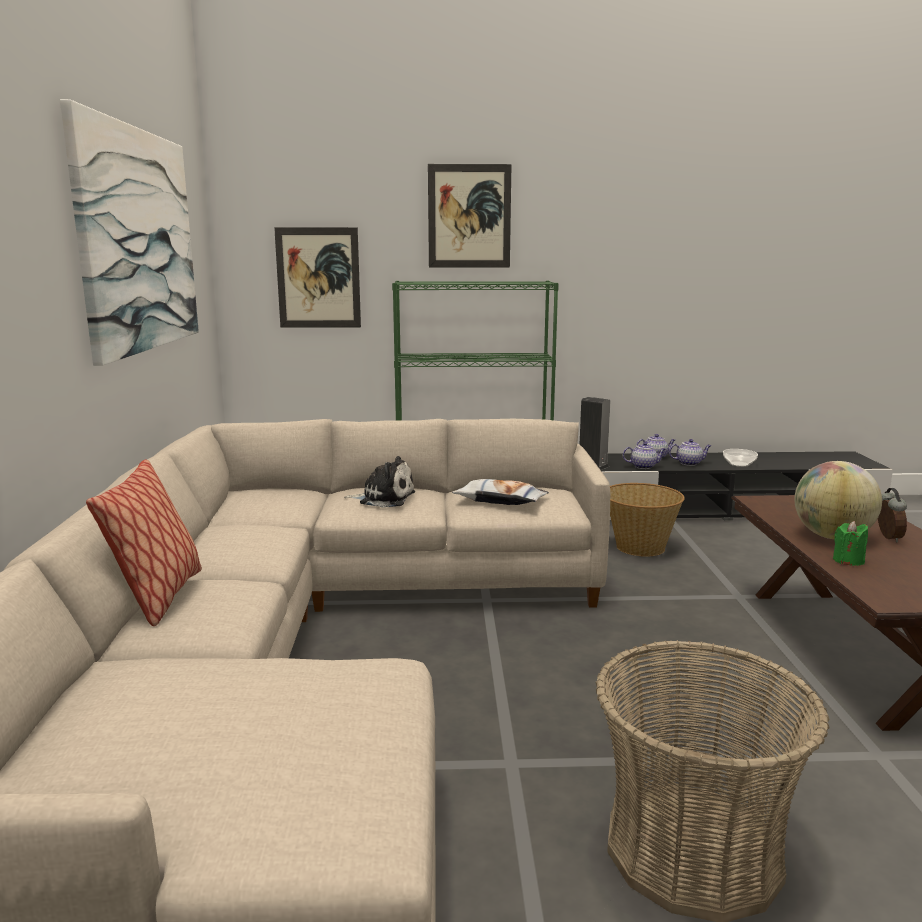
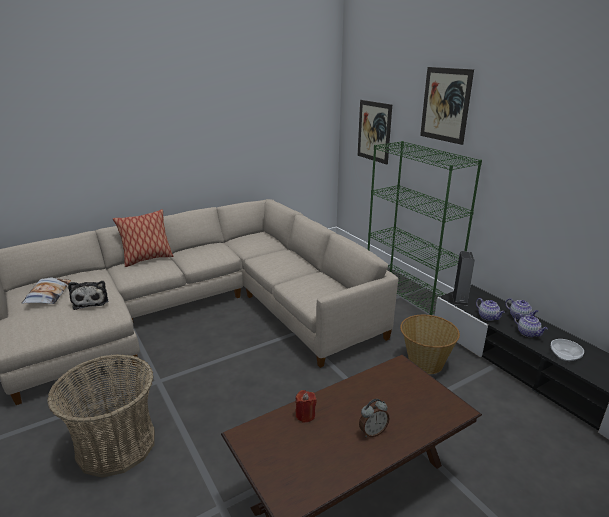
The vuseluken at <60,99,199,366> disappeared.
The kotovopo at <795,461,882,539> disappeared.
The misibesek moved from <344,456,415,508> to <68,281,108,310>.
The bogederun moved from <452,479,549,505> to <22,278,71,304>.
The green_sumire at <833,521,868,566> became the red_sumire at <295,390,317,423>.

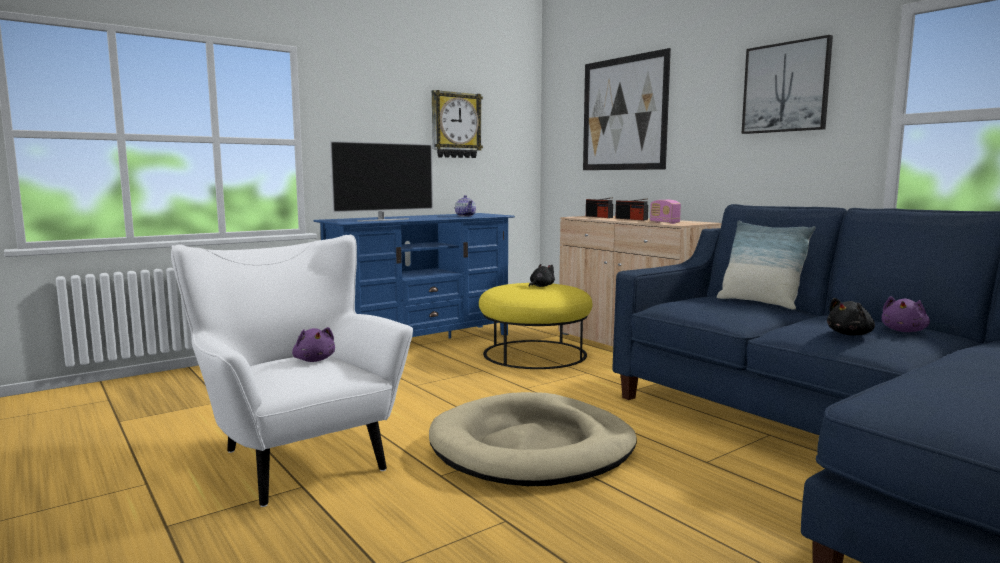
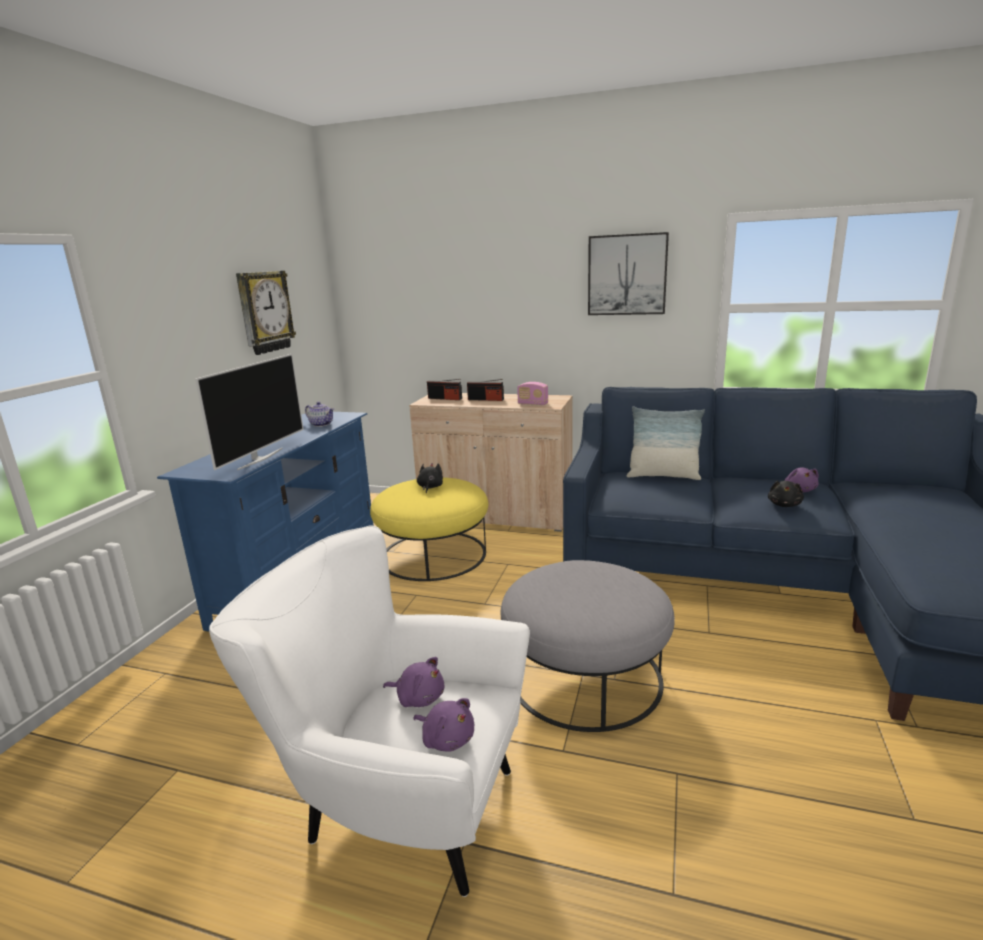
The vuseluken at <583,48,671,170> disappeared.
The purple_misibesek at <413,698,474,752> appeared.
The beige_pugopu at <429,392,637,486> was replaced by the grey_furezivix at <500,560,675,732>.

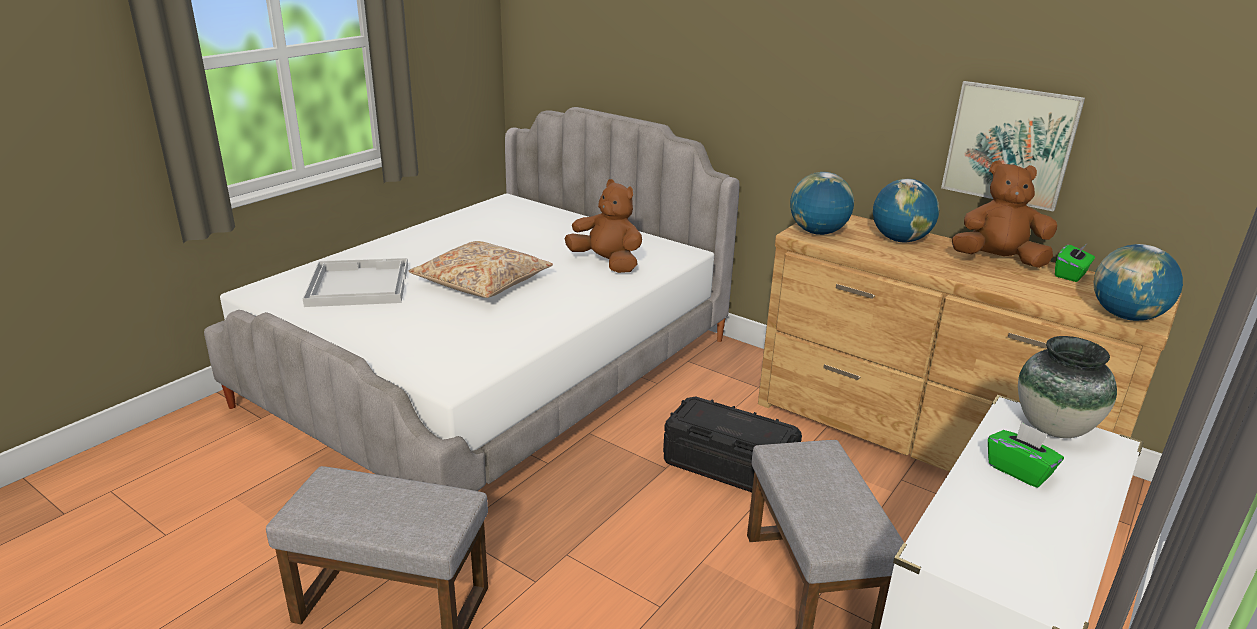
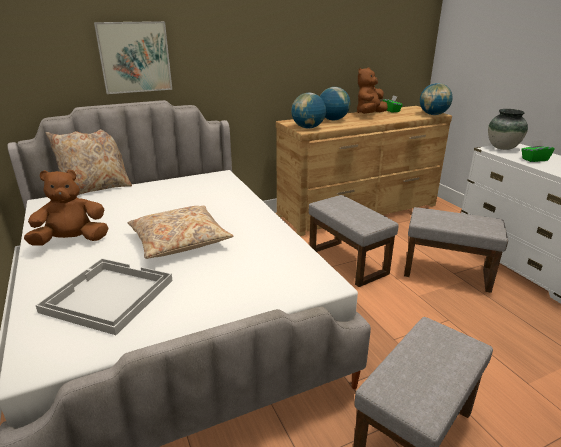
The beige_bogederun at <46,129,132,195> appeared.
The brown_misibesek moved from <565,179,642,273> to <24,169,109,246>.
The vuseluken moved from <941,81,1085,212> to <94,21,172,94>.
The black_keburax at <663,397,802,492> was replaced by the grey_furezivix at <309,195,399,287>.

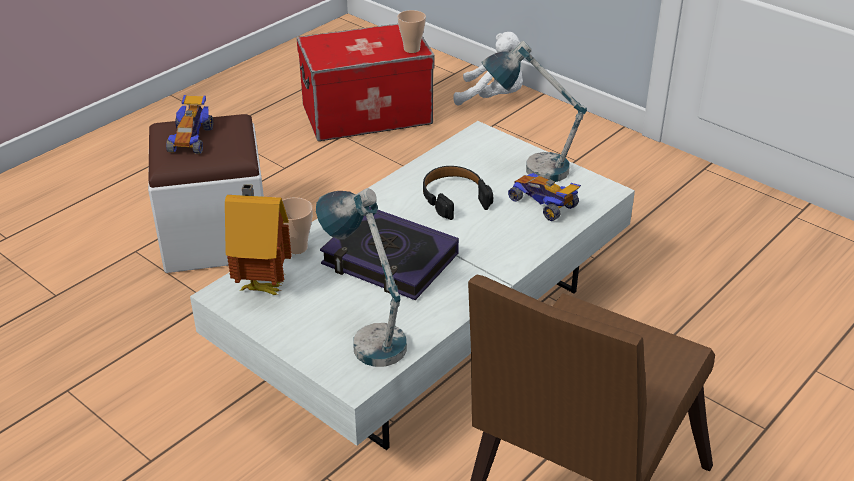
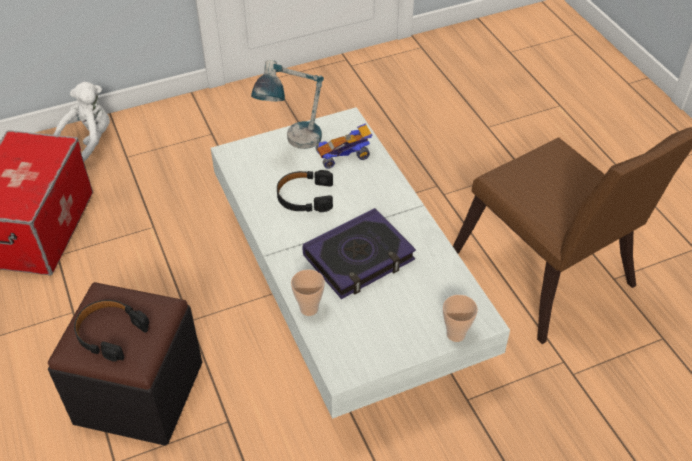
The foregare at <225,184,292,295> disappeared.
The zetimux at <316,188,407,367> disappeared.
The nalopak moved from <397,10,426,53> to <443,295,478,342>.
The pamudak at <166,95,213,154> was replaced by the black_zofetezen at <74,300,149,362>.
The white_furezivix at <148,114,264,273> became the black_furezivix at <47,282,203,446>.

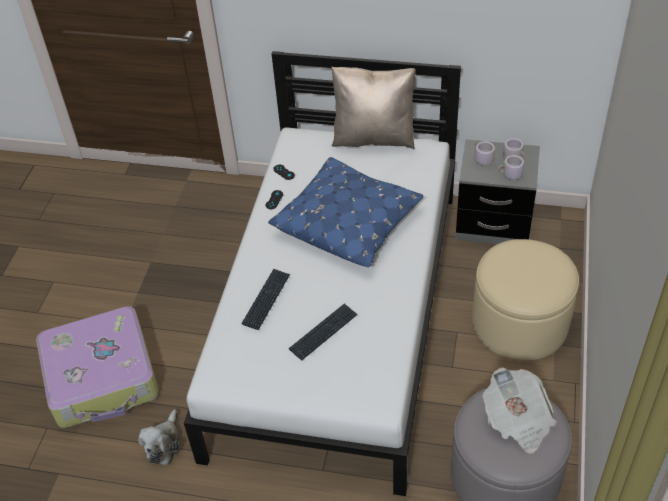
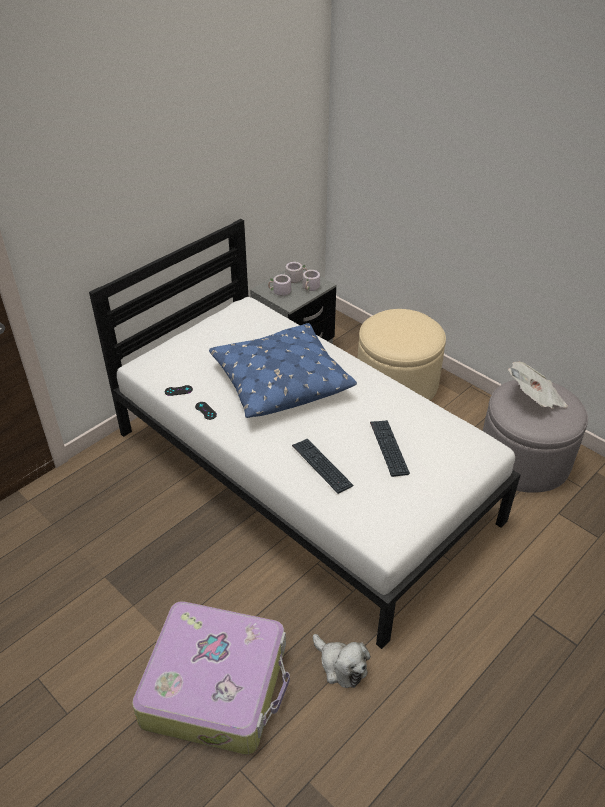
The beige_bogederun at <331,67,416,149> disappeared.

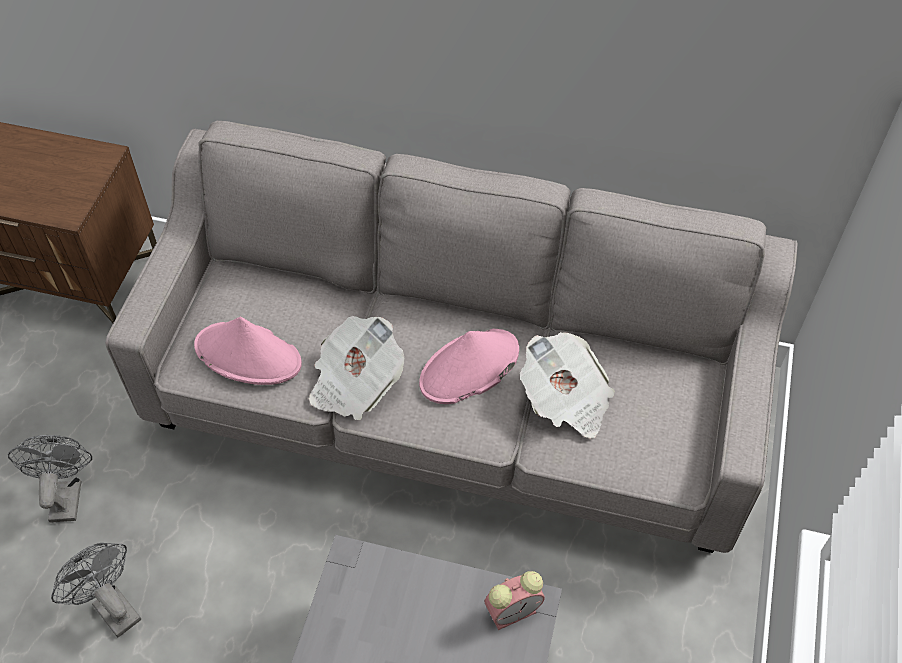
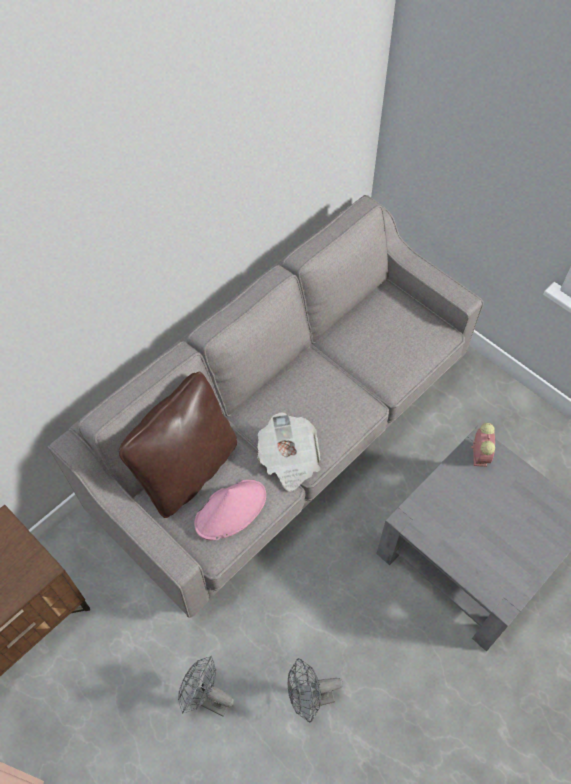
The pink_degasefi at <419,329,519,404> disappeared.
The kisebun at <520,332,615,439> disappeared.
The brown_bogederun at <119,372,237,518> appeared.

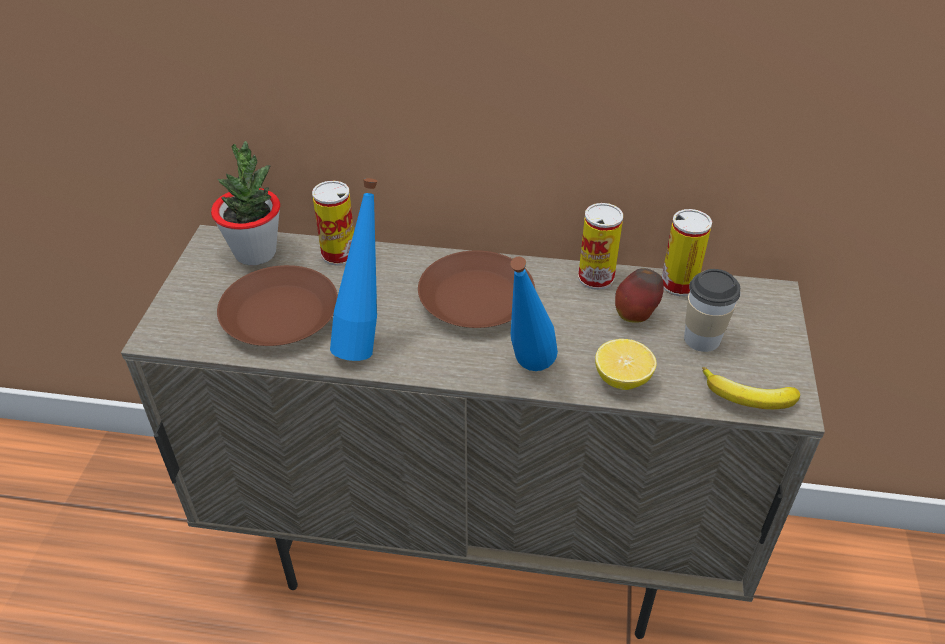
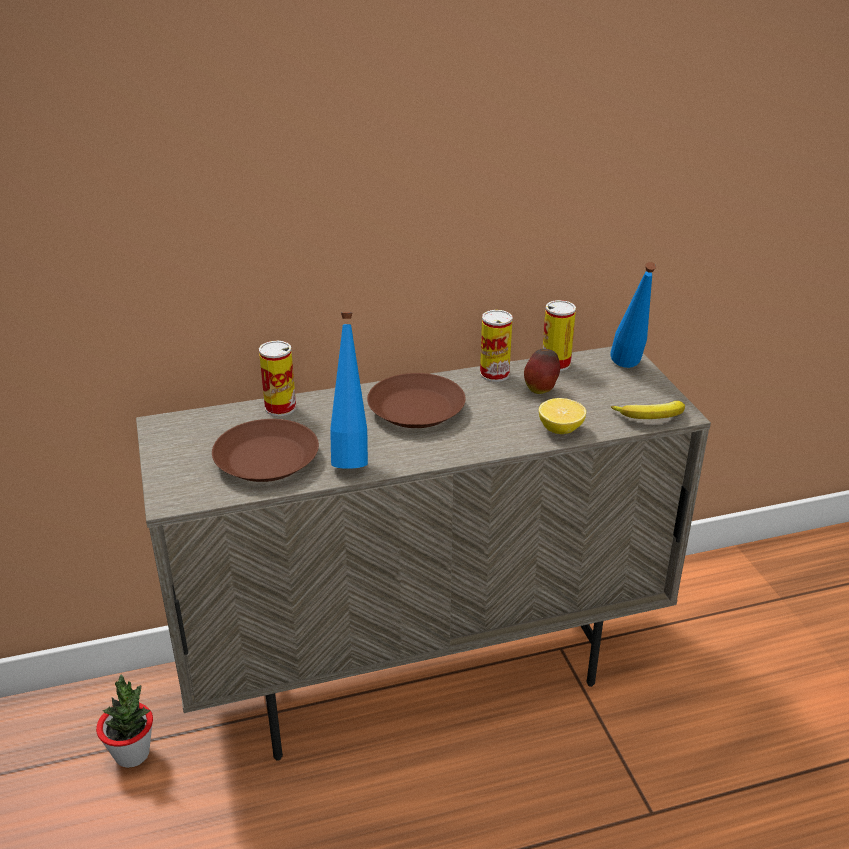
The nalopak at <684,269,740,352> disappeared.
The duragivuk moved from <211,141,280,266> to <96,675,153,768>.
The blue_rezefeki moved from <510,257,558,371> to <610,262,656,368>.

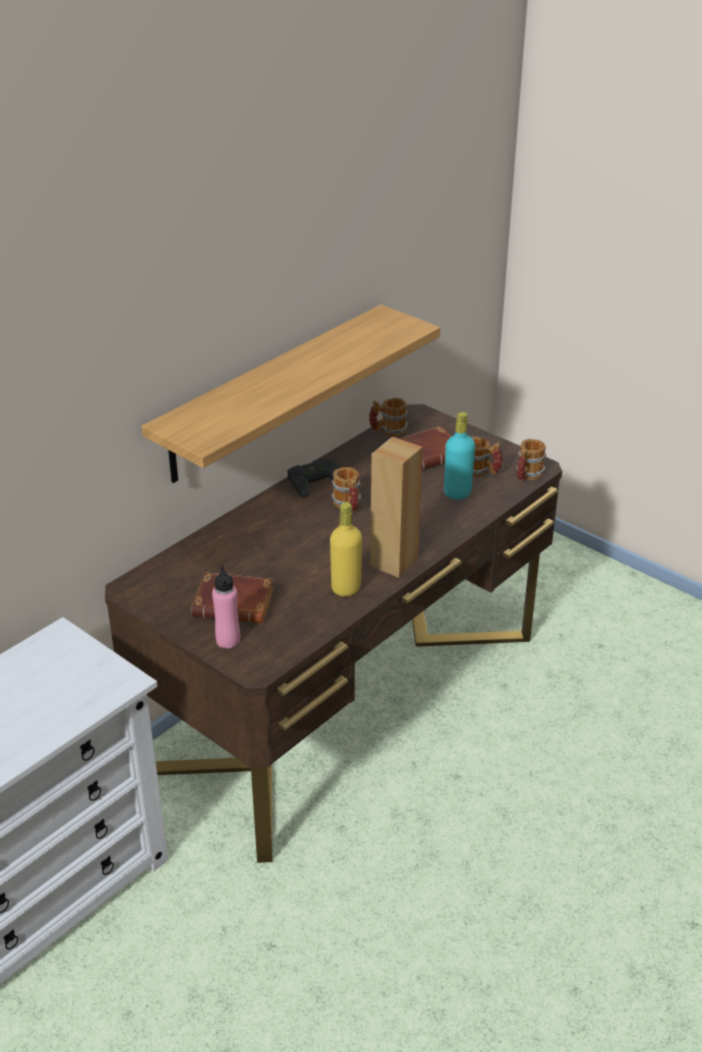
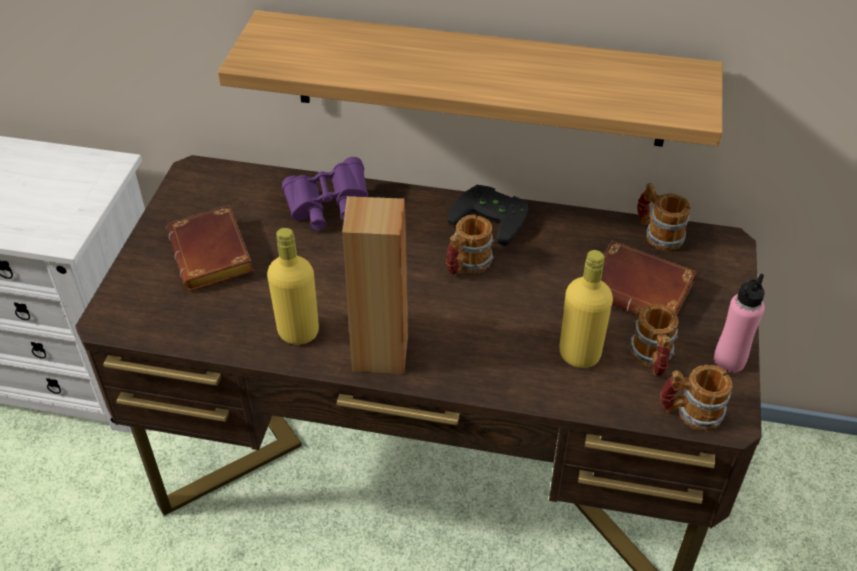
The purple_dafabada at <282,157,368,230> appeared.
The pink_rezefeki moved from <212,565,240,648> to <714,274,765,373>.
The turquoise_rezefeki at <444,412,475,500> became the yellow_rezefeki at <559,250,613,368>.

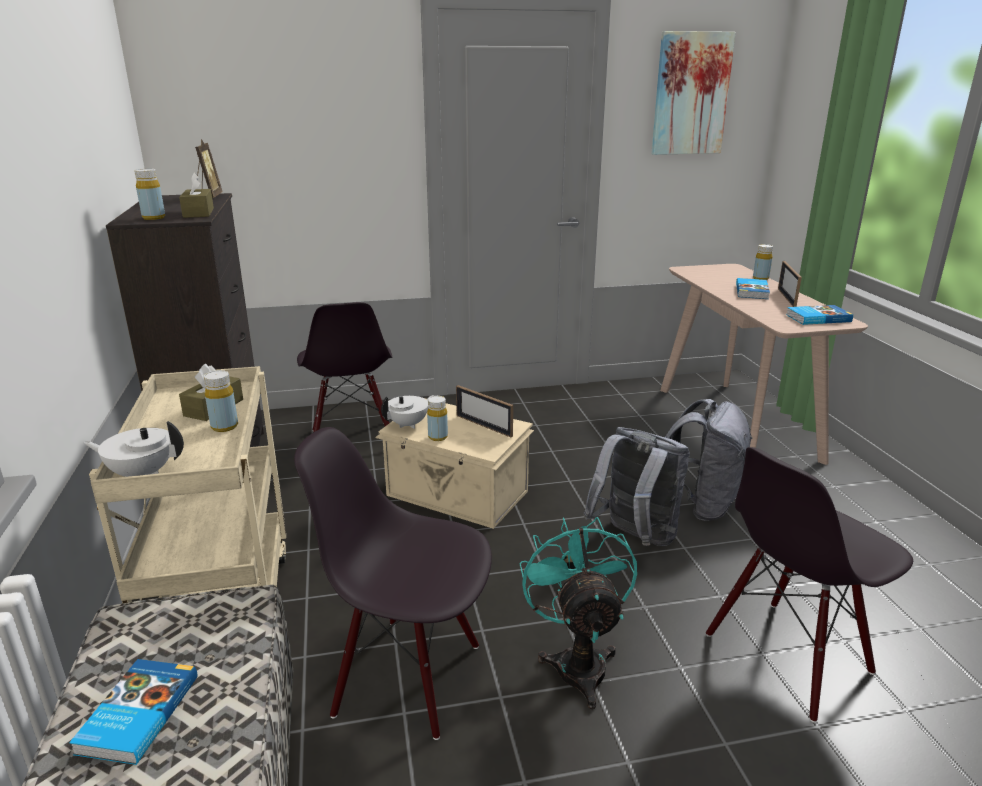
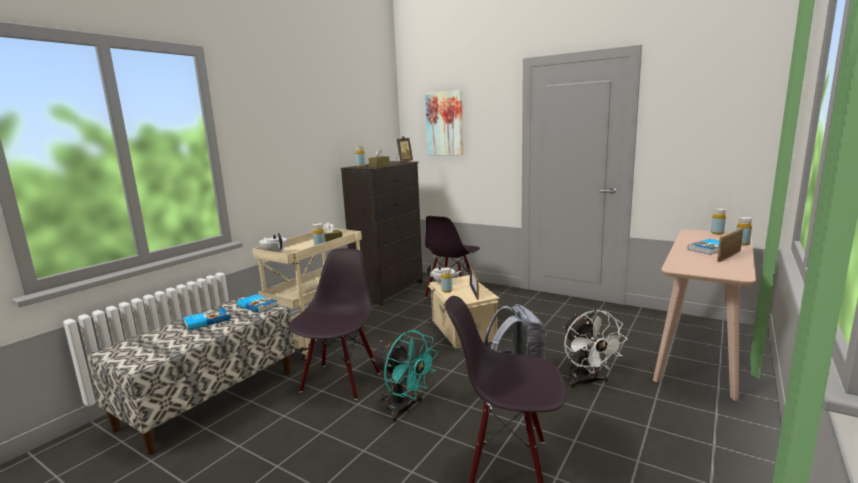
The yellow_rezefeki at <711,208,726,234> appeared.
The vuseluken moved from <651,31,736,155> to <425,90,463,155>.
The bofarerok moved from <786,305,853,325> to <237,294,278,313>.
The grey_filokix at <665,399,753,521> was replaced by the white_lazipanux at <563,310,628,388>.
The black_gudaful at <294,427,492,740> turned 45 degrees clockwise.
The turquoise_lazipanux at <519,517,637,709> turned 90 degrees clockwise.

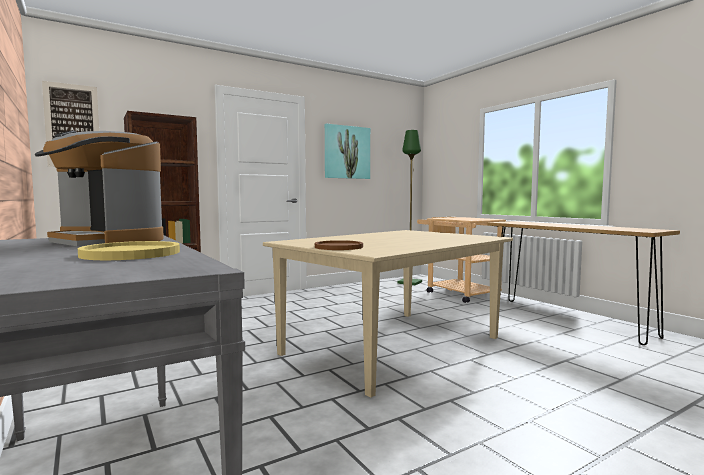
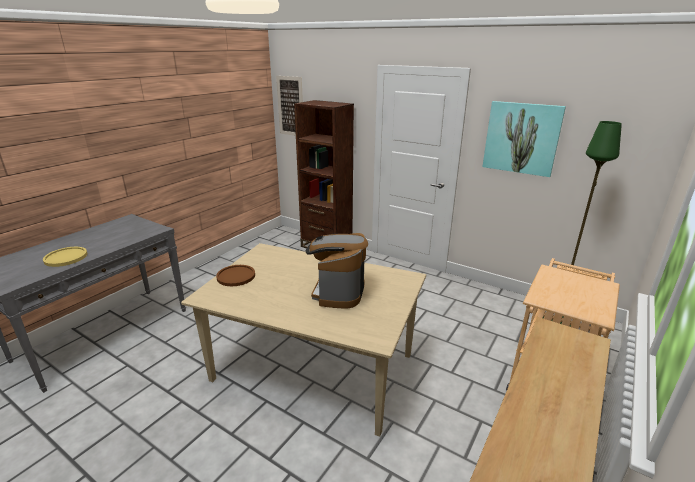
The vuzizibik moved from <35,130,164,246> to <306,233,368,309>.

